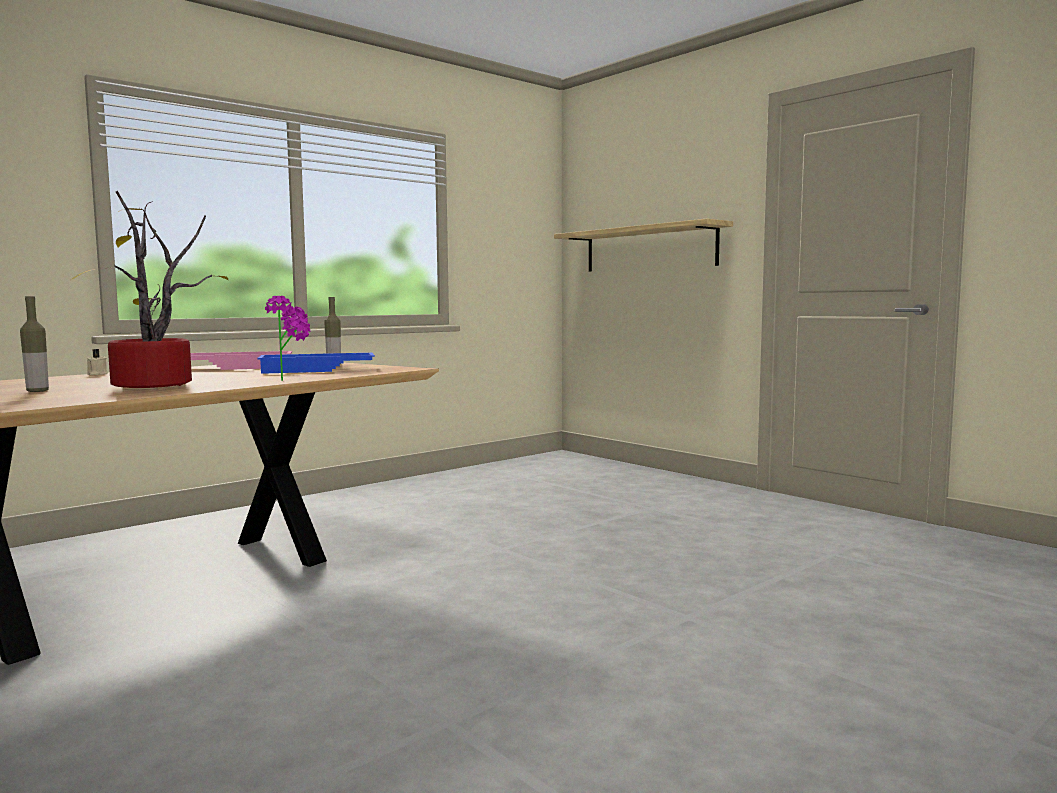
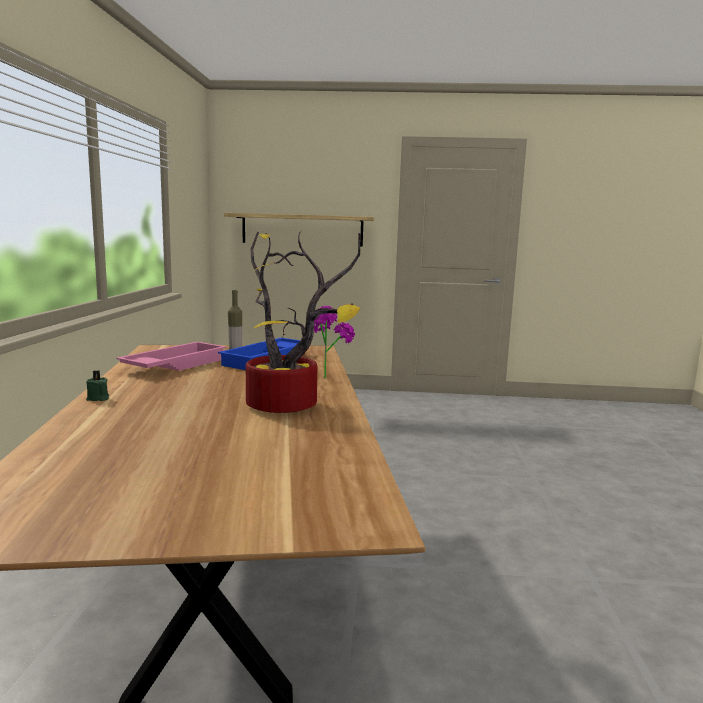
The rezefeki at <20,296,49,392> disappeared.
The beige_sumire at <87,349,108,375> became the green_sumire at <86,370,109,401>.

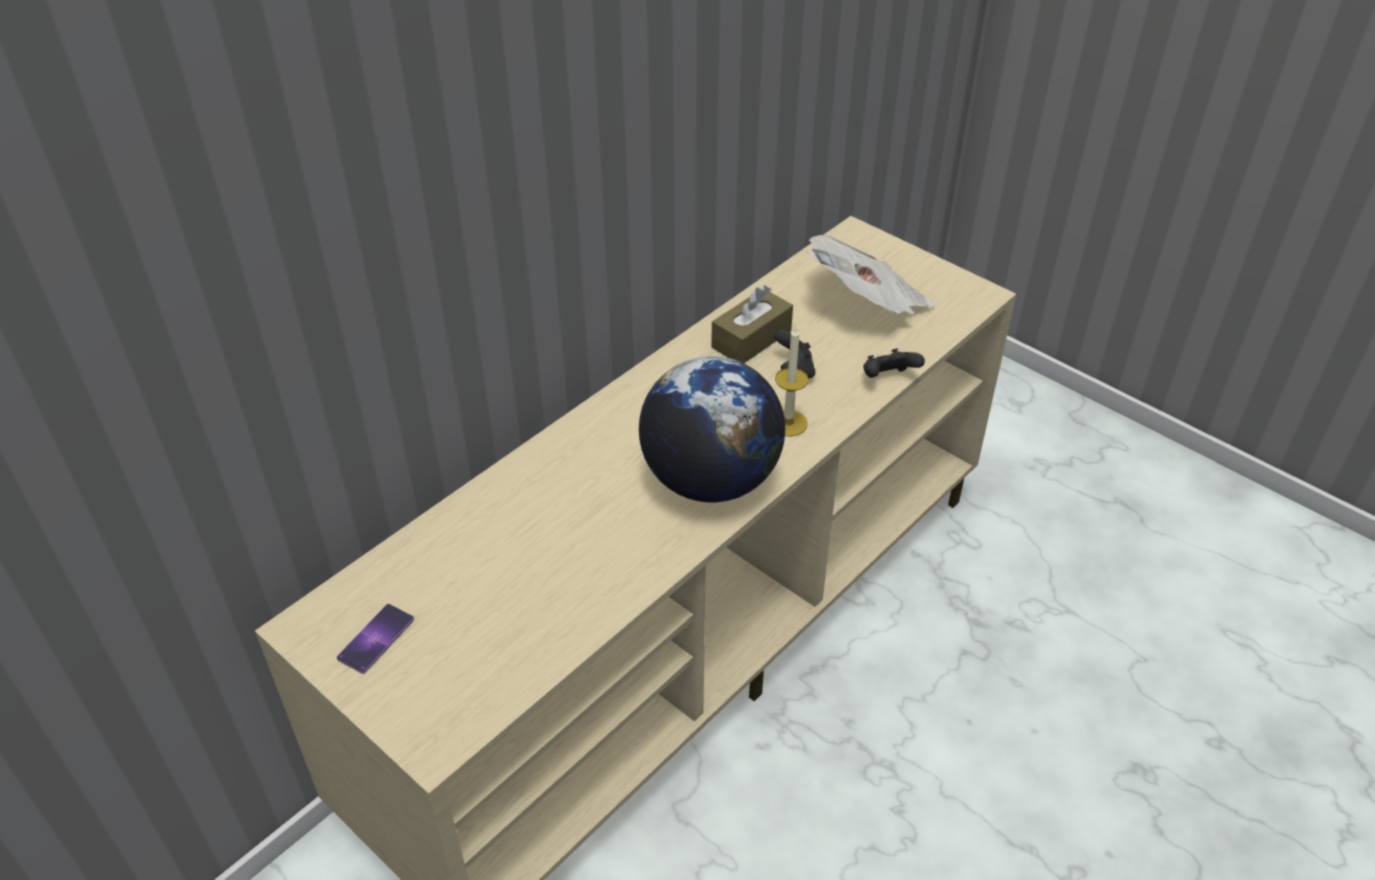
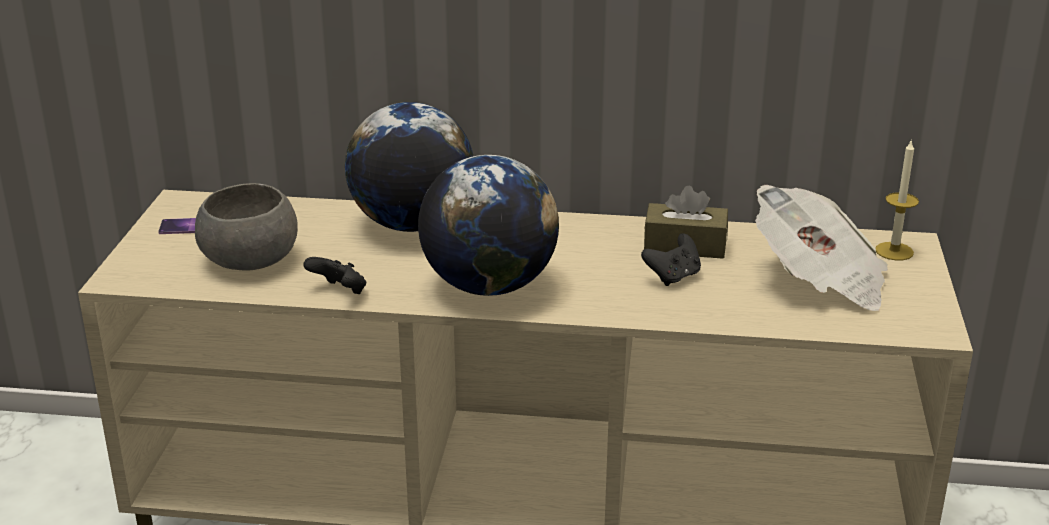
The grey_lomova at <195,183,298,271> appeared.
The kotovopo at <345,102,473,232> appeared.
The sumire moved from <775,327,809,437> to <875,139,919,260>.
The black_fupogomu moved from <863,349,925,378> to <303,257,366,294>.

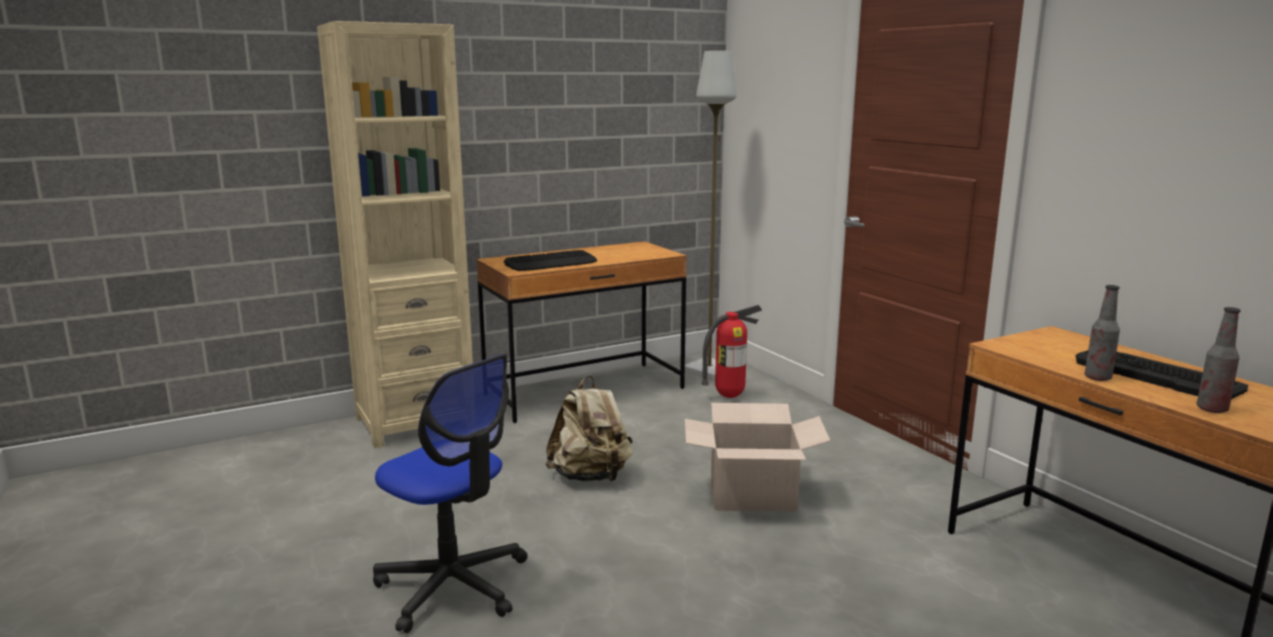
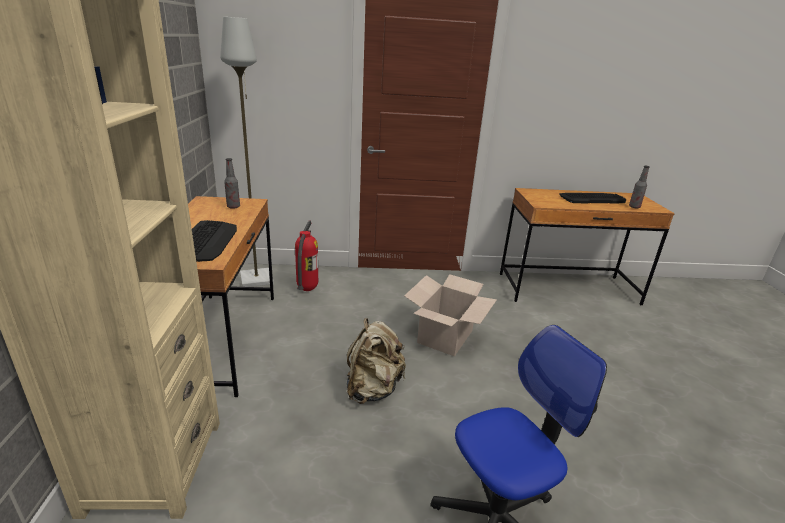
The rezefeki moved from <1085,285,1120,381> to <224,158,240,209>.

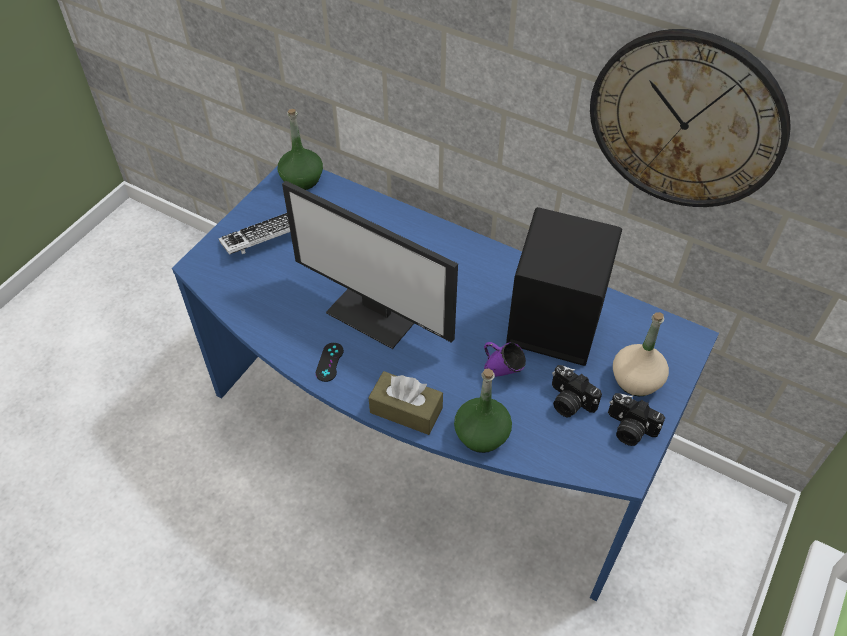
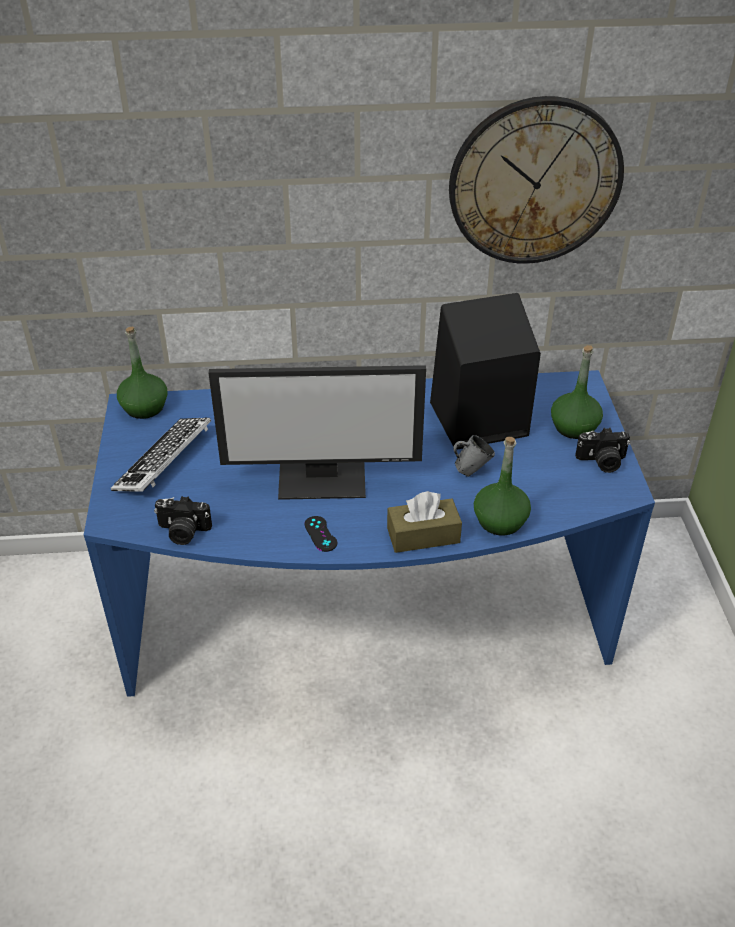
The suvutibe moved from <552,365,602,417> to <154,496,212,545>.
The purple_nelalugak at <484,342,526,377> became the grey_nelalugak at <453,435,495,477>.
The beige_rezefeki at <613,312,669,396> became the green_rezefeki at <551,345,603,439>.

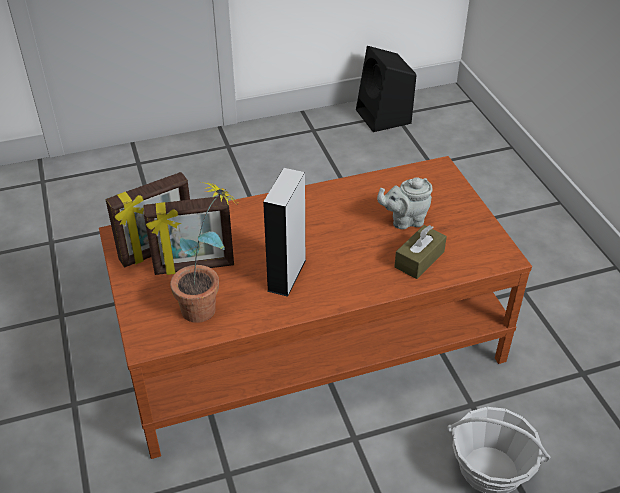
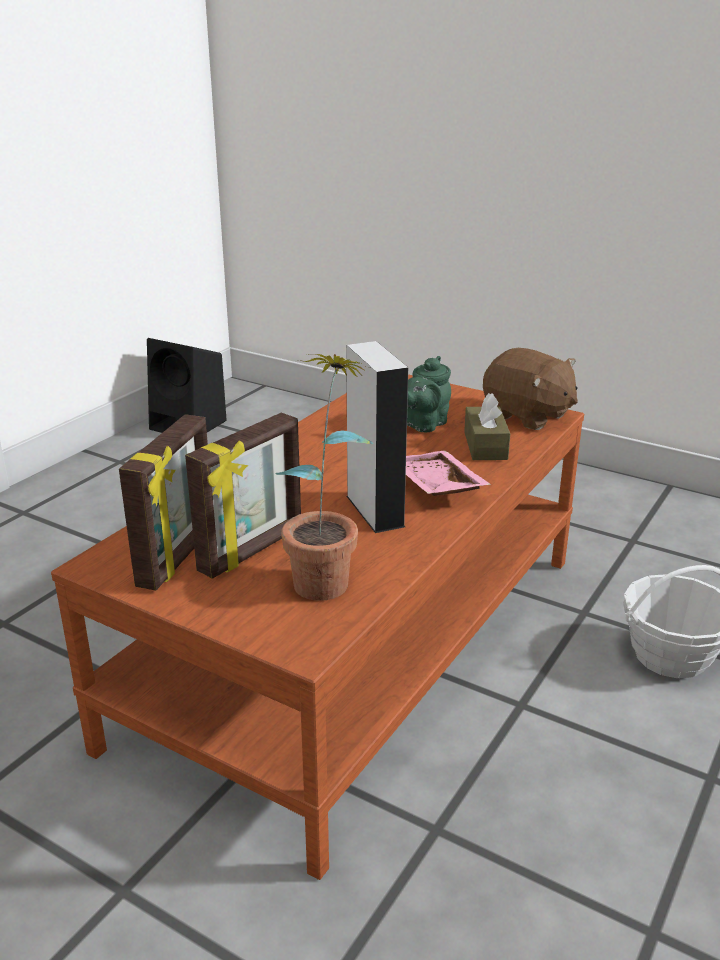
The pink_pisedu at <406,451,491,496> appeared.
The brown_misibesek at <483,348,578,430> appeared.
The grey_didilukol at <377,177,432,229> became the green_didilukol at <407,356,451,432>.

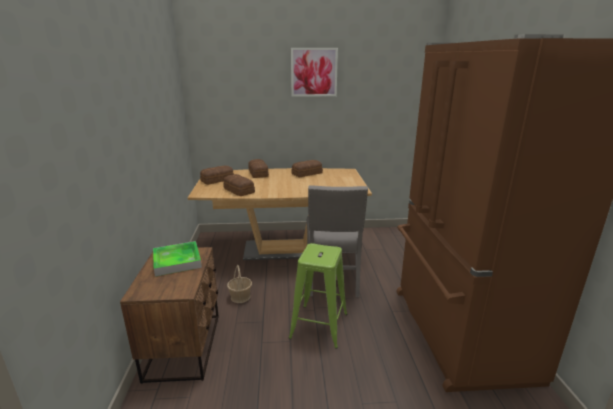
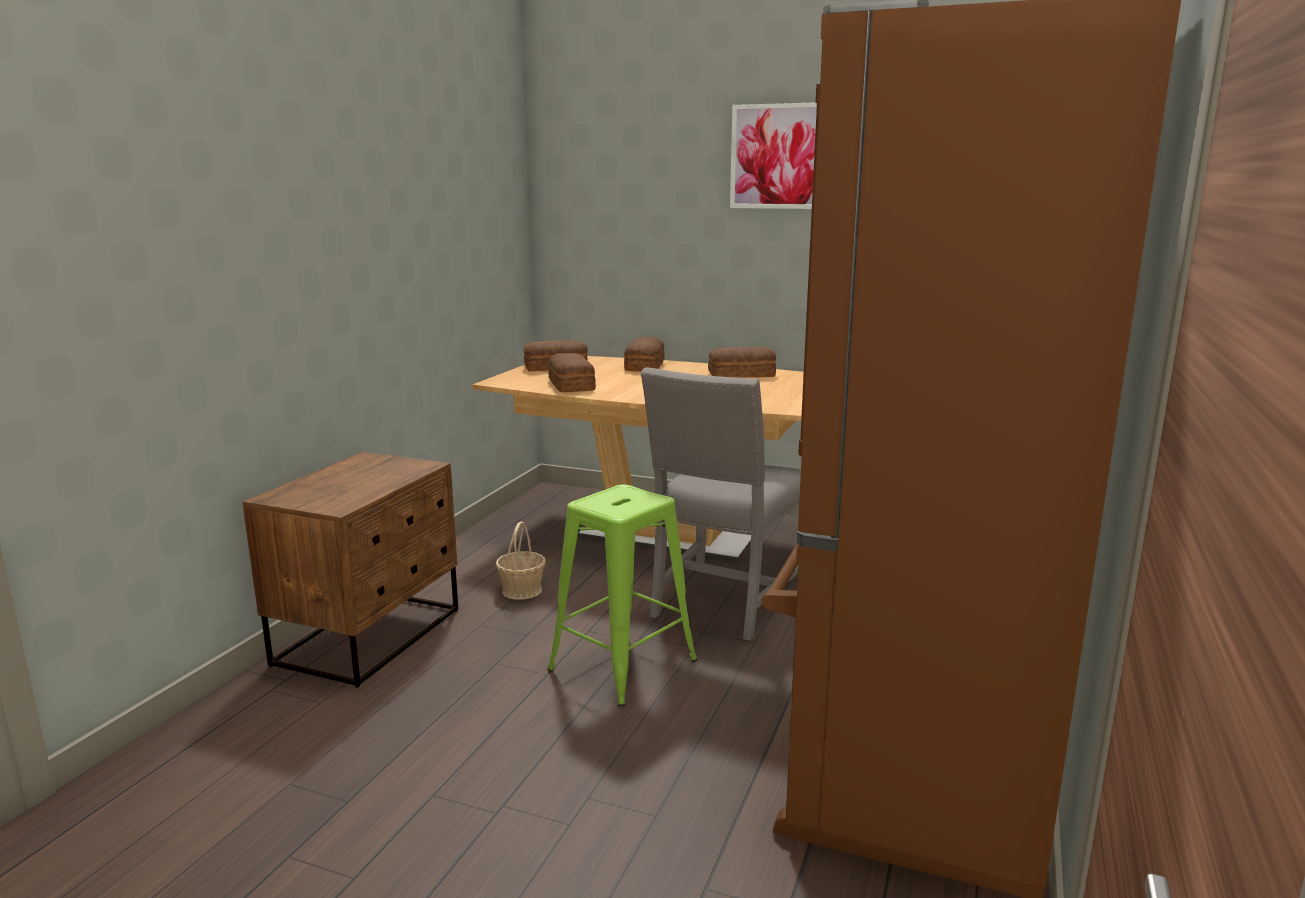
The pisedu at <153,241,202,277> disappeared.

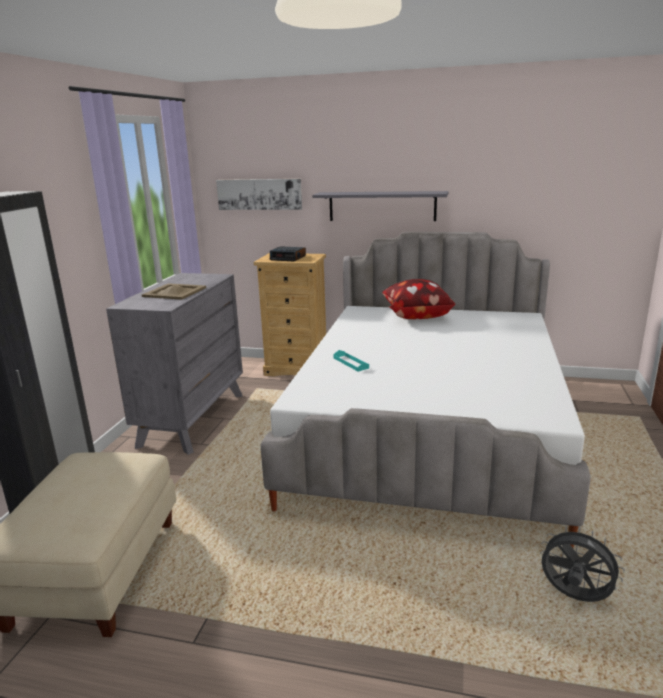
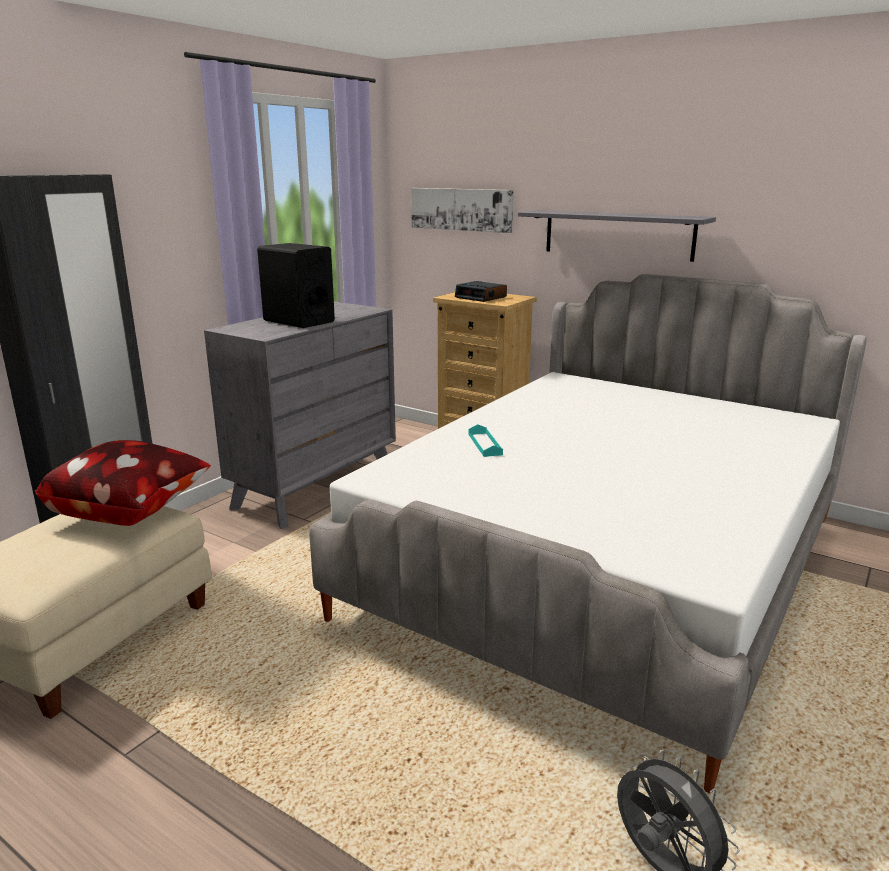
The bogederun moved from <382,279,455,319> to <35,440,210,526>.
The beige_pisedu at <142,283,206,300> was replaced by the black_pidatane at <257,243,335,328>.

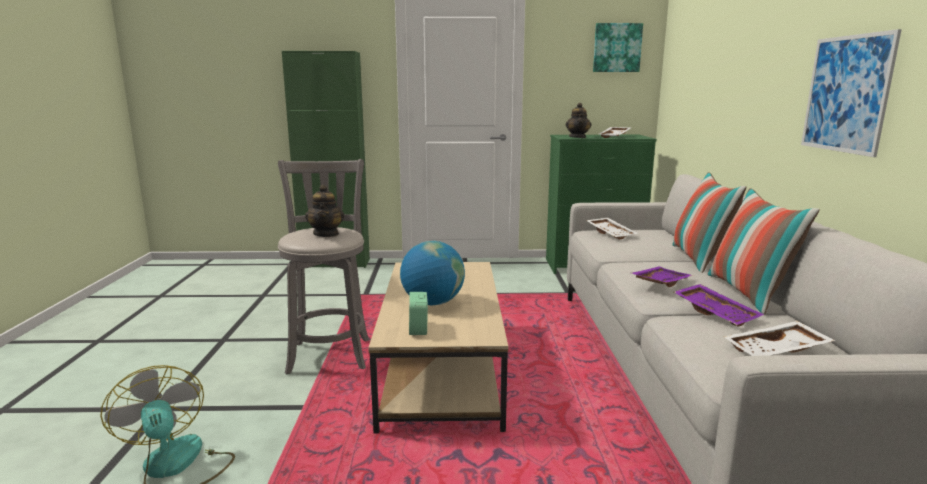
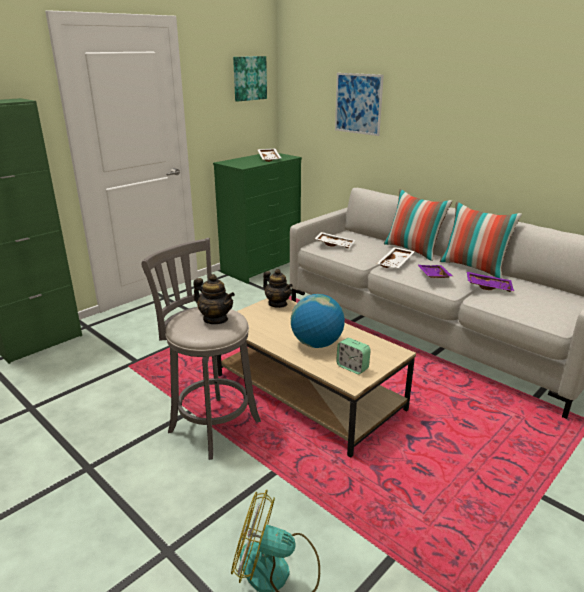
The didilukol moved from <566,103,591,138> to <263,269,293,308>.
The white_pisedu moved from <724,321,835,356> to <376,247,415,268>.
The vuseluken moved from <801,29,902,157> to <335,73,384,136>.

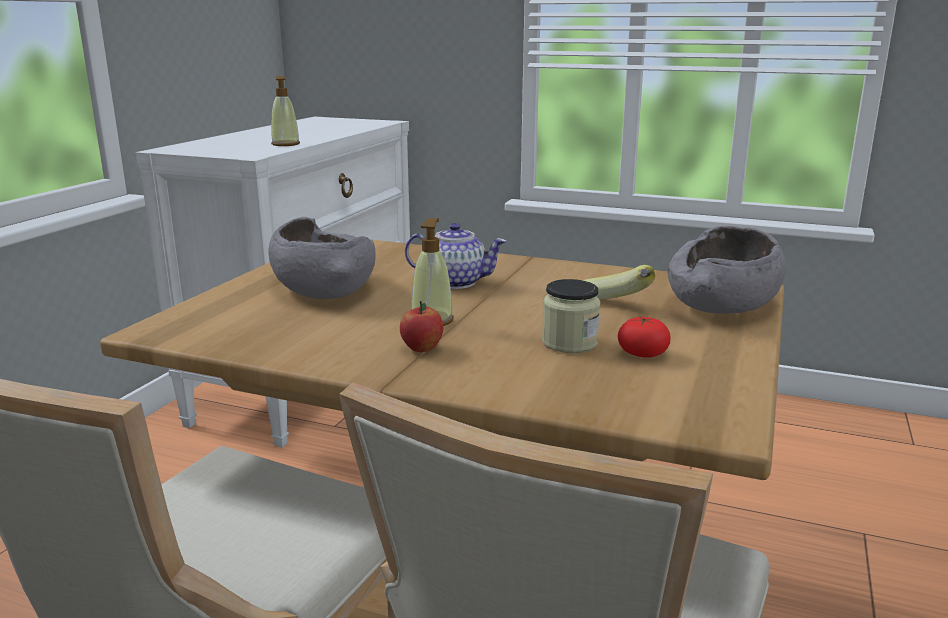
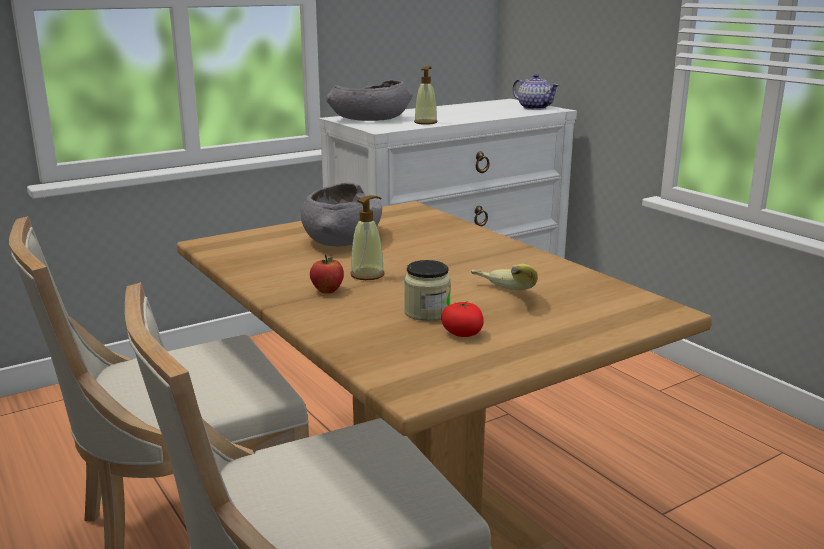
The didilukol moved from <405,223,507,289> to <512,74,559,110>.
The grey_lomova moved from <667,226,786,314> to <326,80,412,121>.

